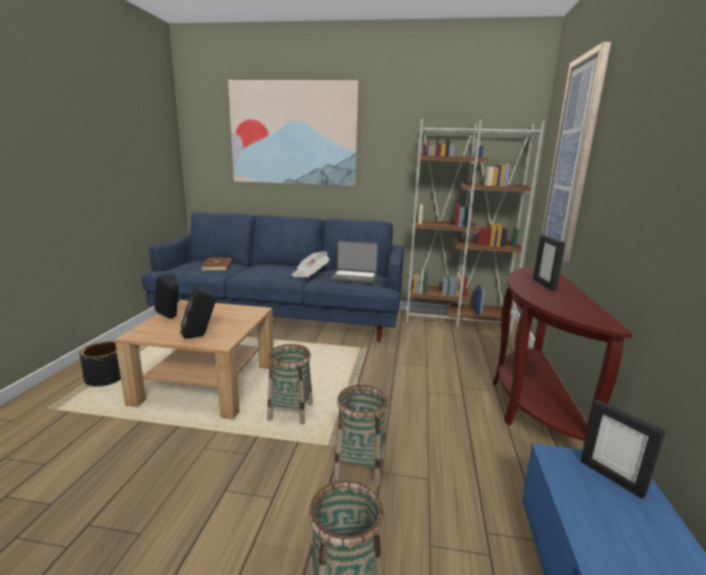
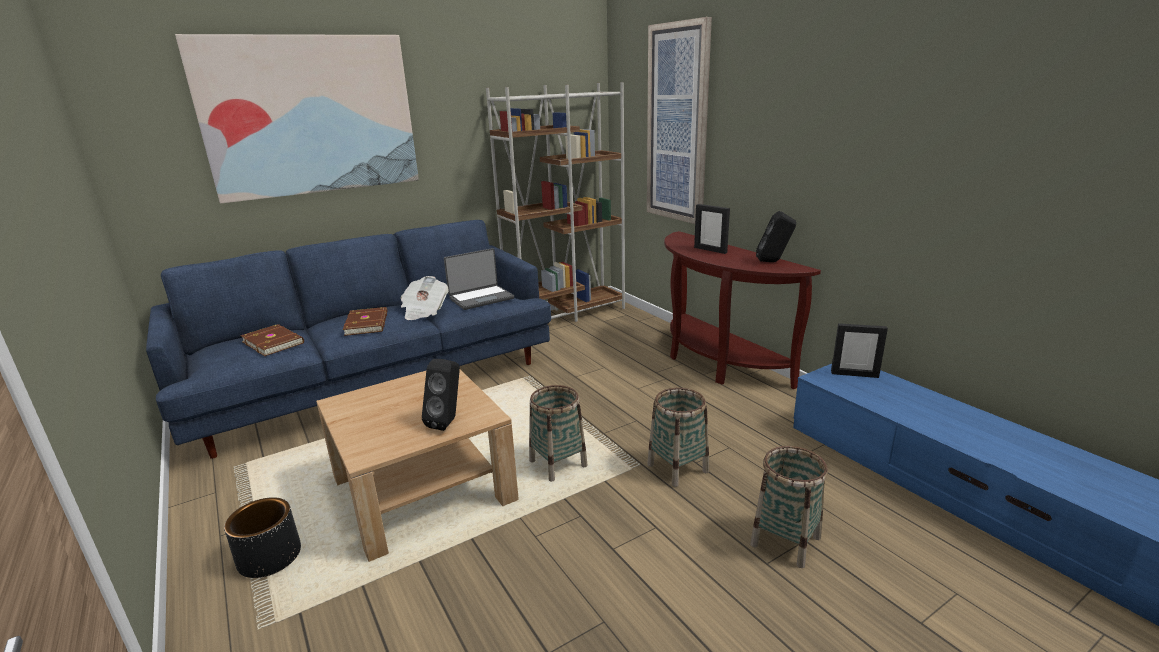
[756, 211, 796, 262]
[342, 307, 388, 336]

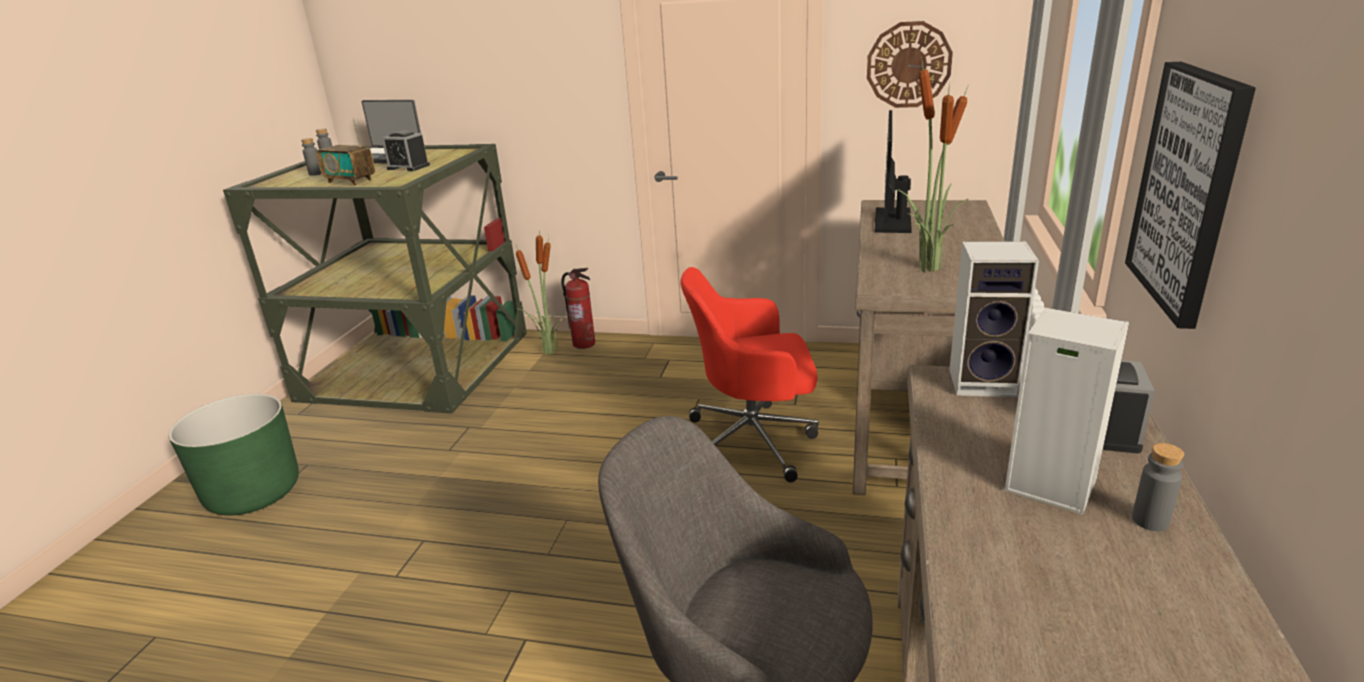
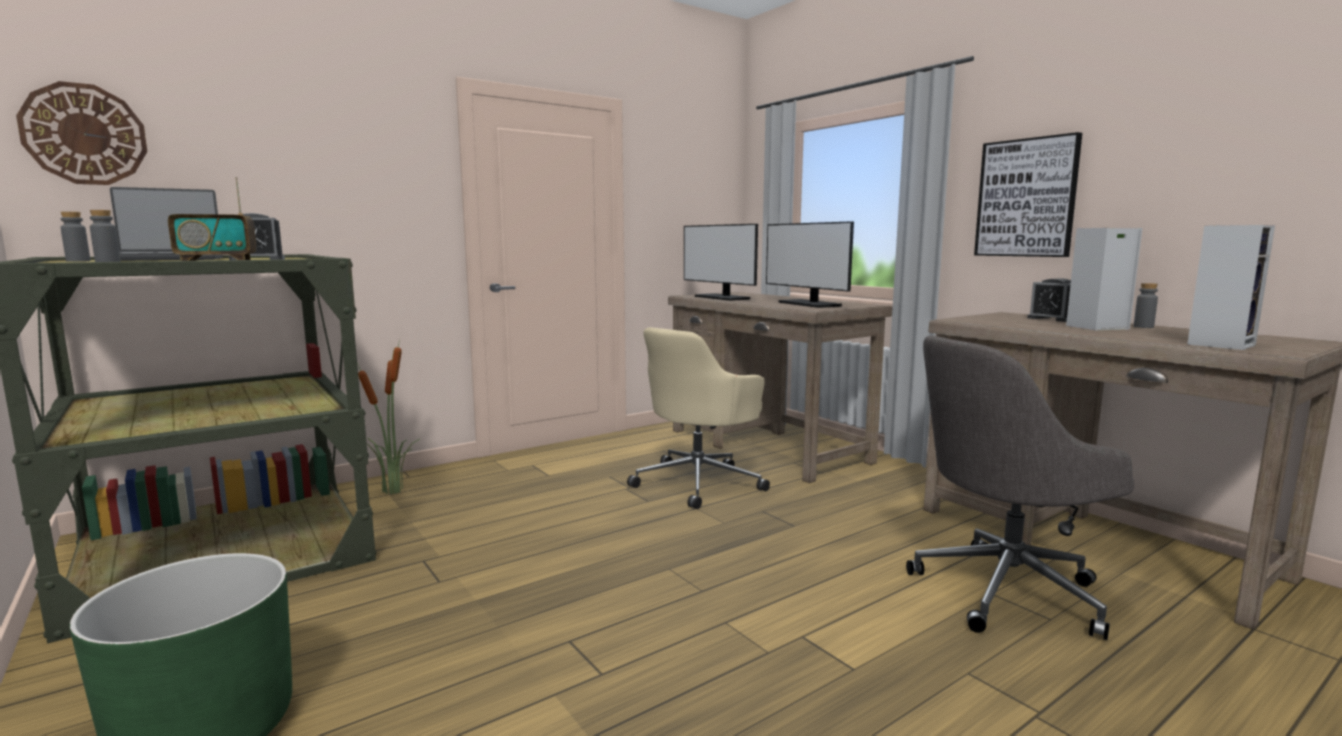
[16, 81, 147, 185]
[766, 221, 854, 308]
[1187, 225, 1275, 350]
[627, 327, 770, 509]
[561, 268, 595, 349] (first image)

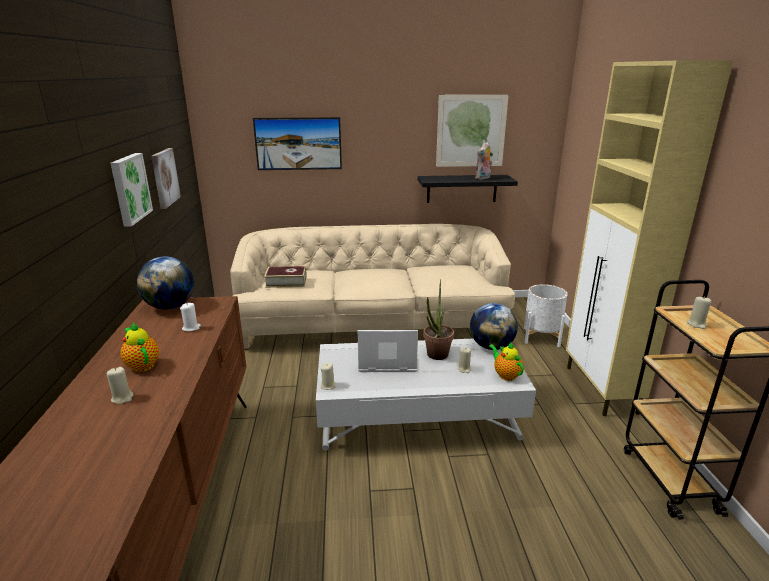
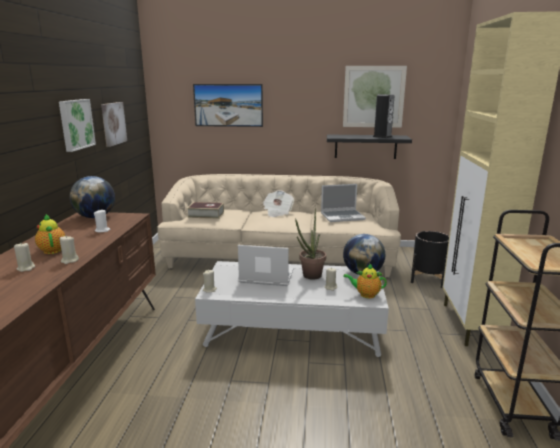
[373, 94, 394, 138]
[411, 231, 449, 288]
[60, 236, 79, 264]
[343, 263, 387, 298]
[321, 184, 366, 222]
[263, 190, 294, 217]

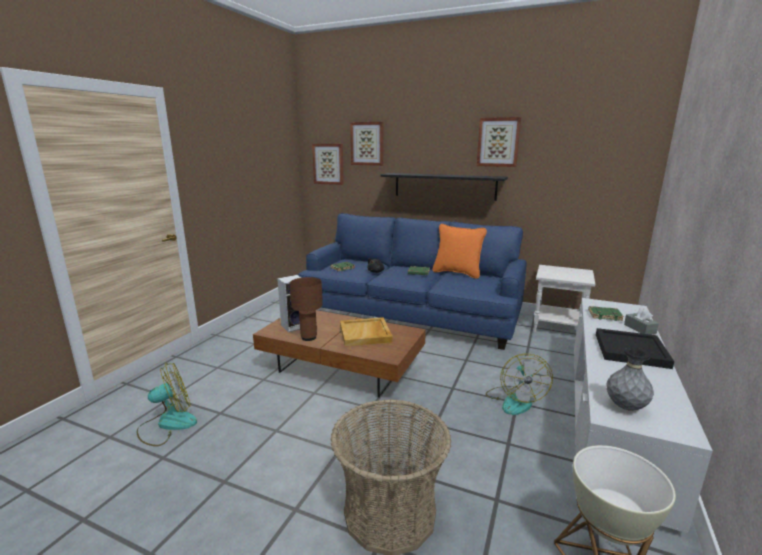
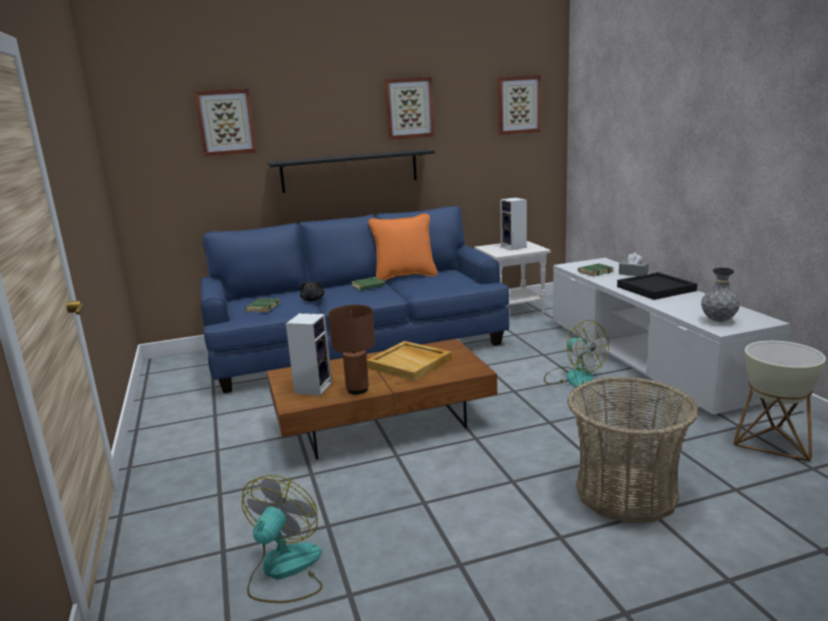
[497, 75, 541, 135]
[500, 197, 527, 250]

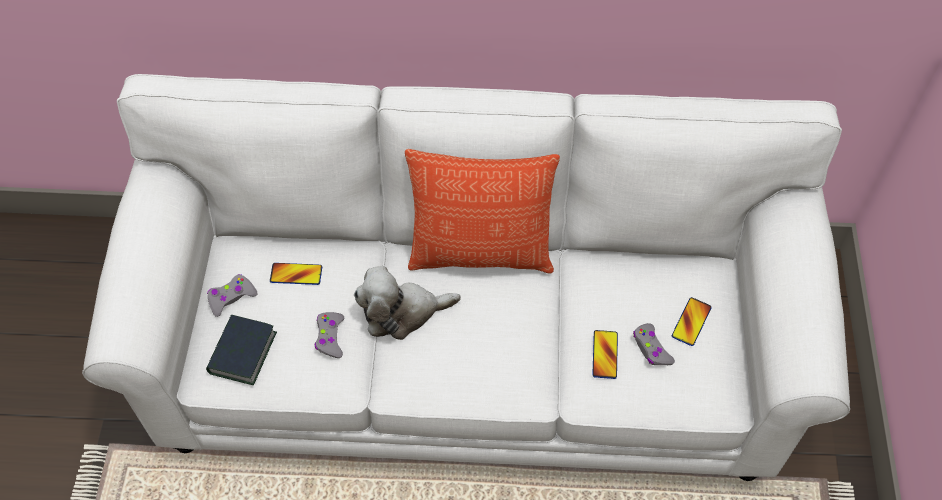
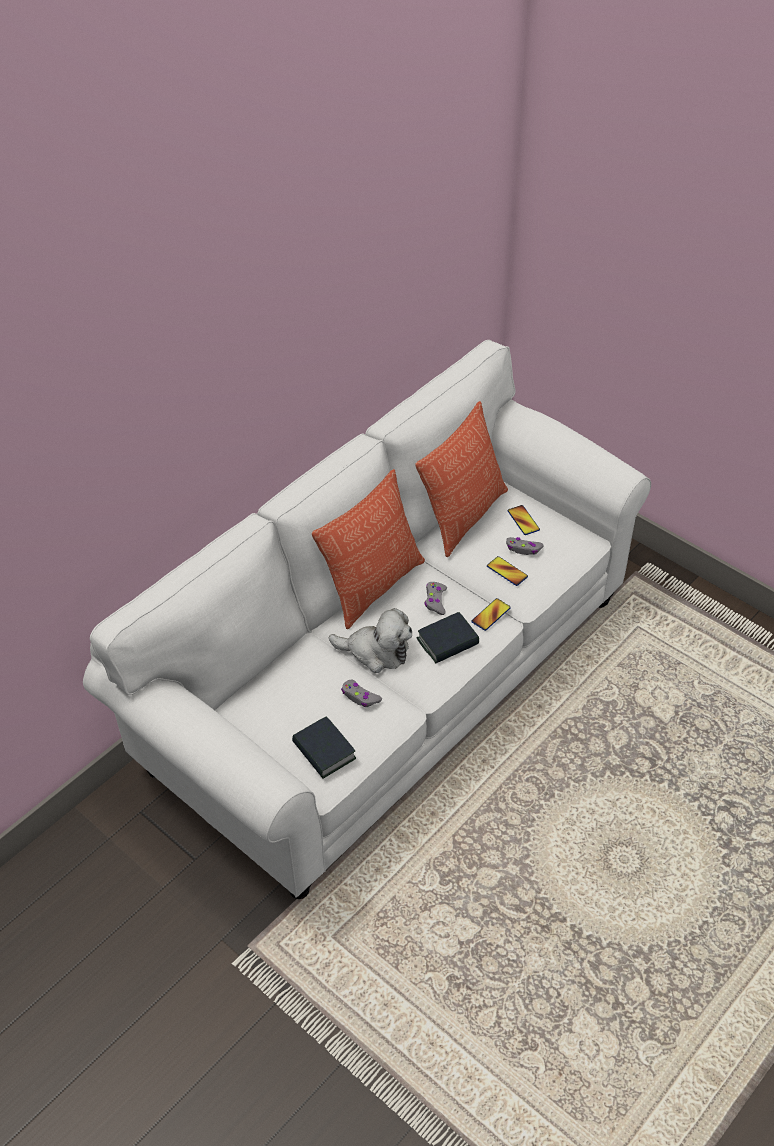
[471, 598, 511, 631]
[329, 608, 412, 673]
[424, 582, 447, 615]
[415, 401, 508, 557]
[417, 612, 479, 663]

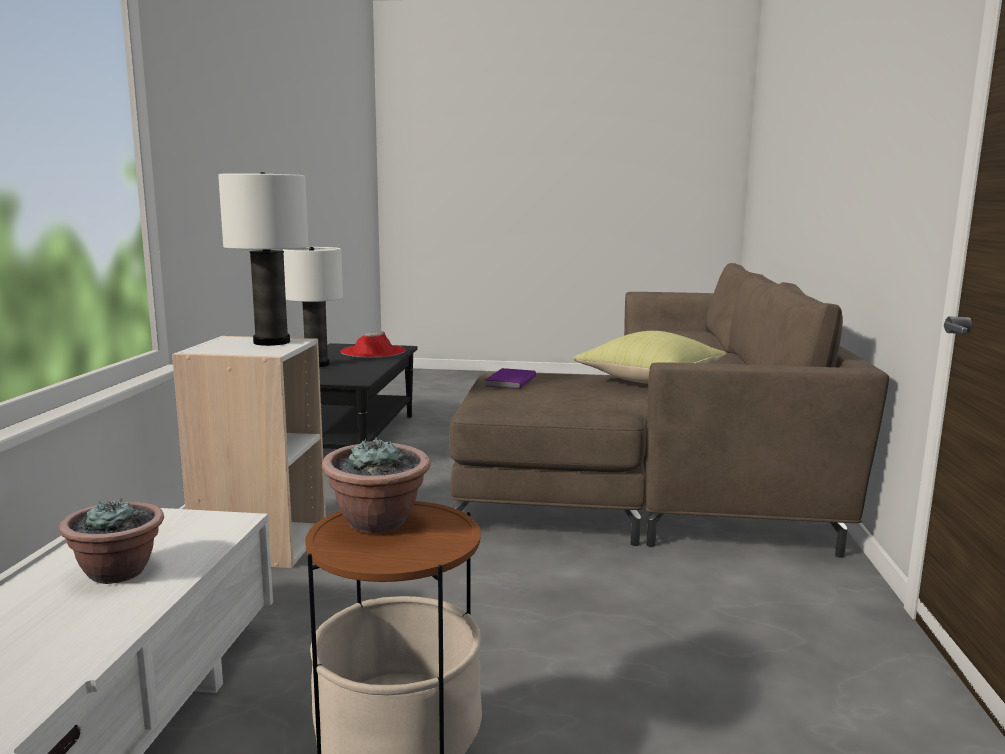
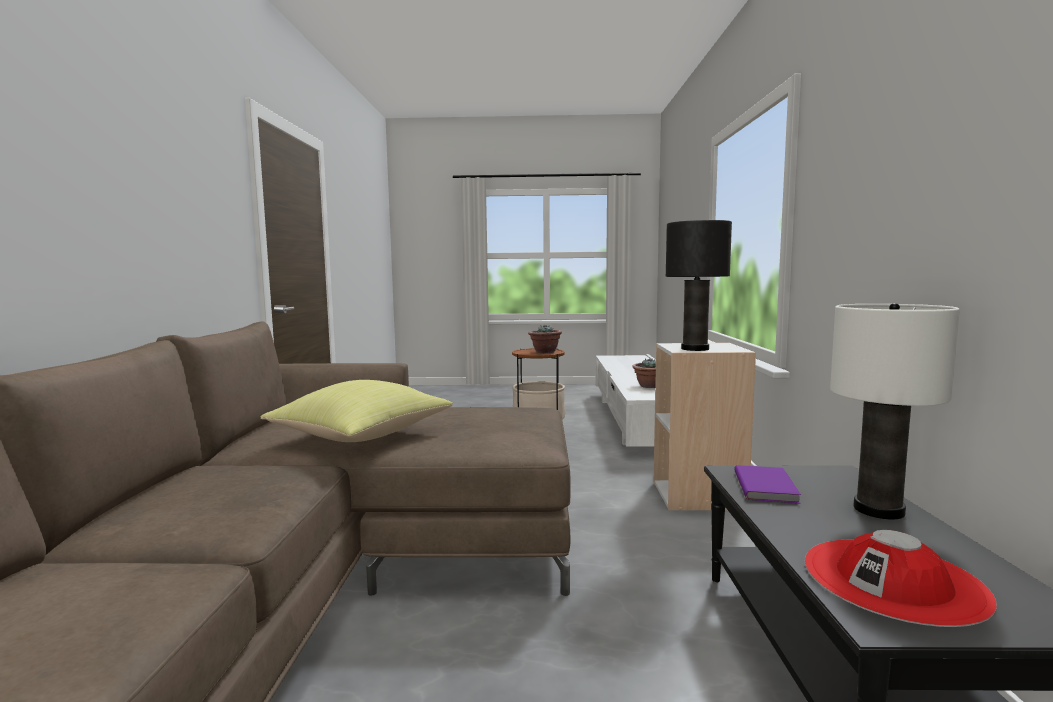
[666, 220, 732, 351]
[734, 465, 801, 503]

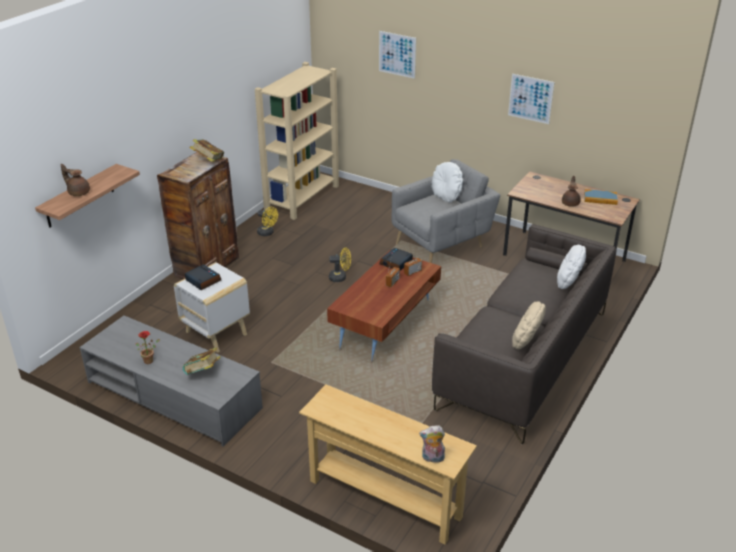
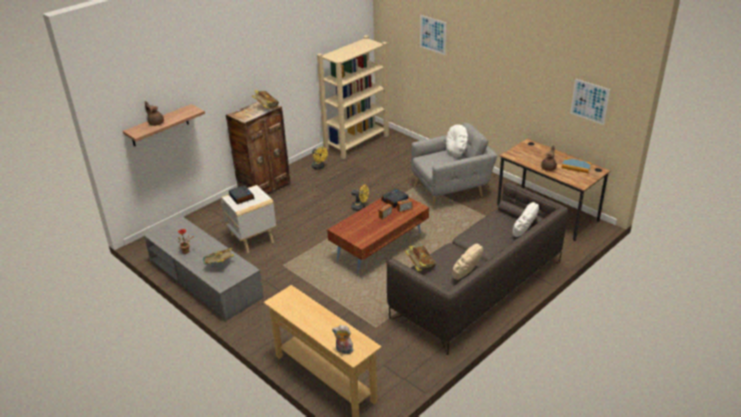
[570, 78, 610, 125]
[405, 245, 436, 272]

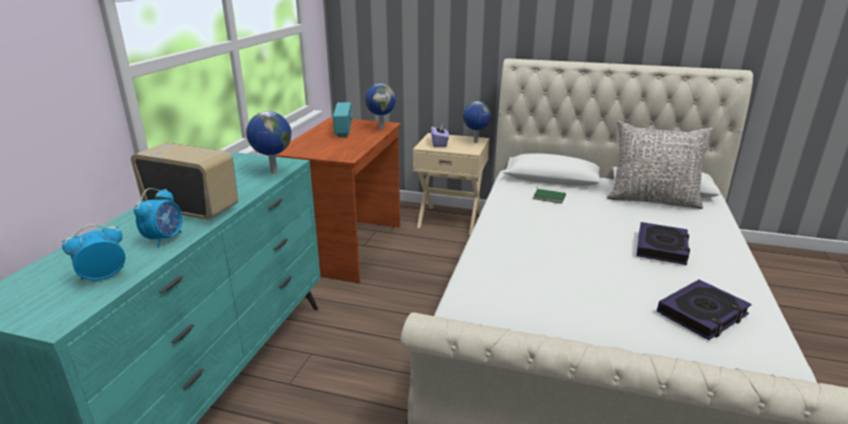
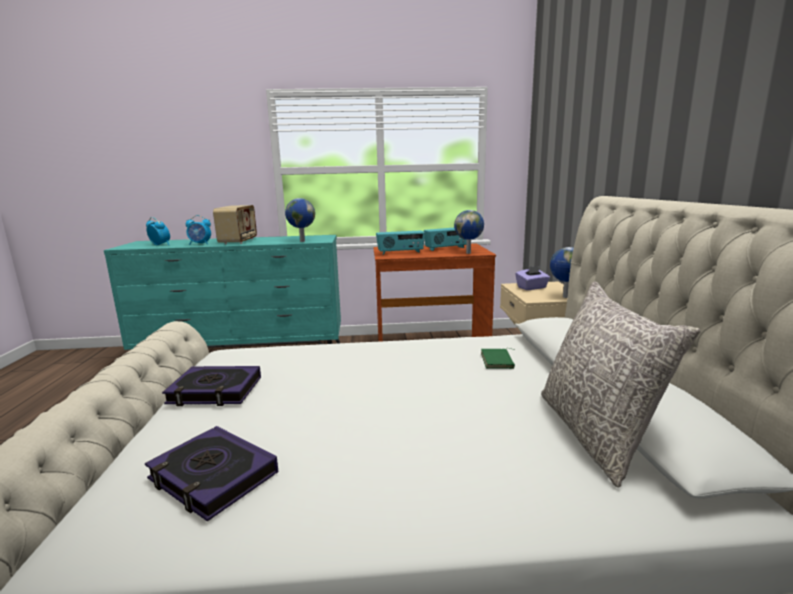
[162, 366, 261, 406]
[376, 230, 425, 255]

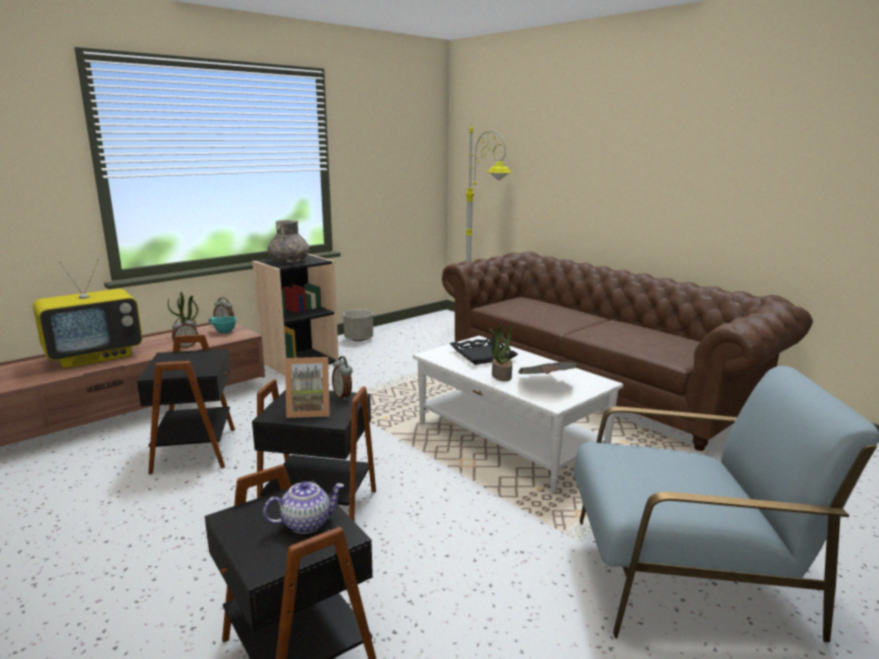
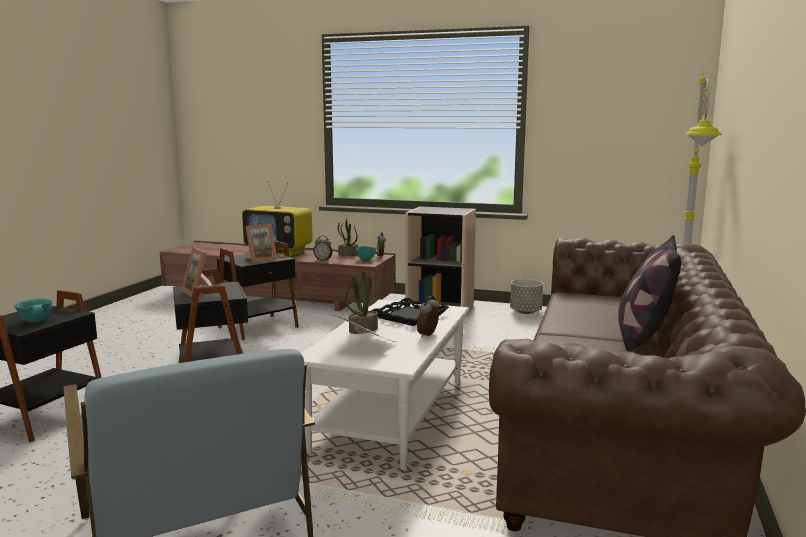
[267, 220, 309, 263] (first image)
[417, 296, 439, 337]
[14, 299, 52, 322]
[244, 224, 277, 263]
[618, 235, 681, 352]

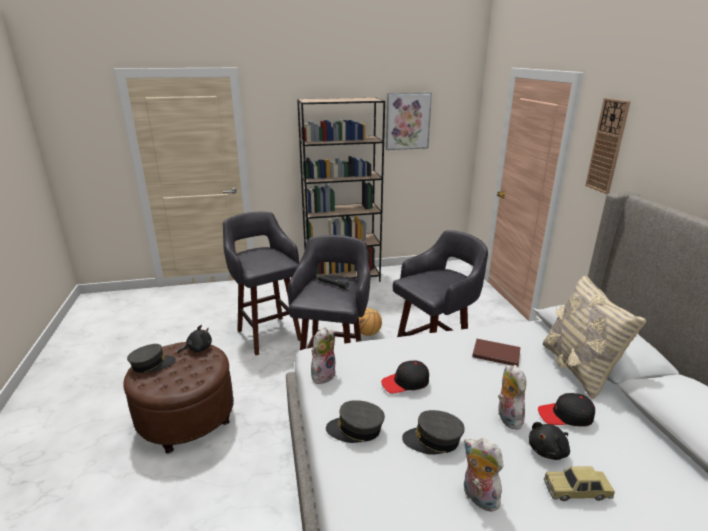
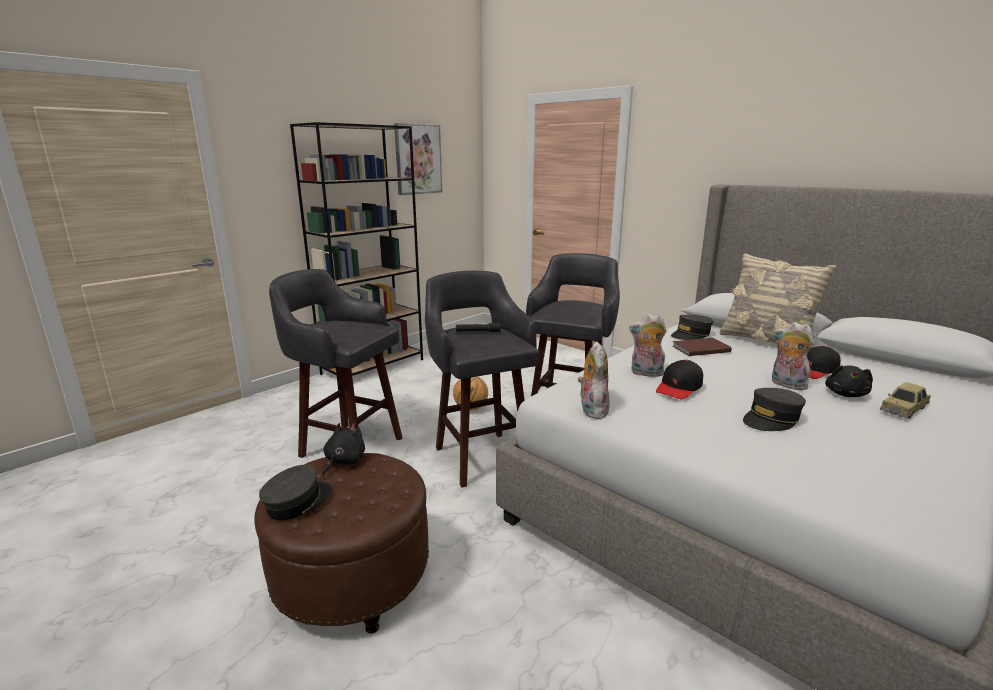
[585, 98, 631, 194] (first image)
[671, 315, 714, 340]
[629, 314, 666, 377]

